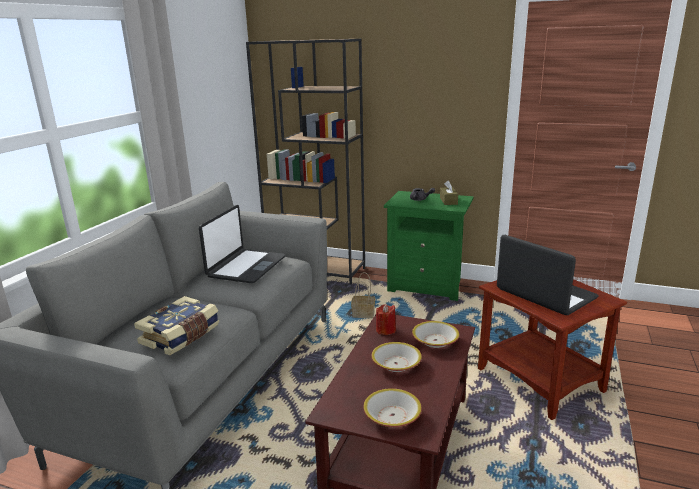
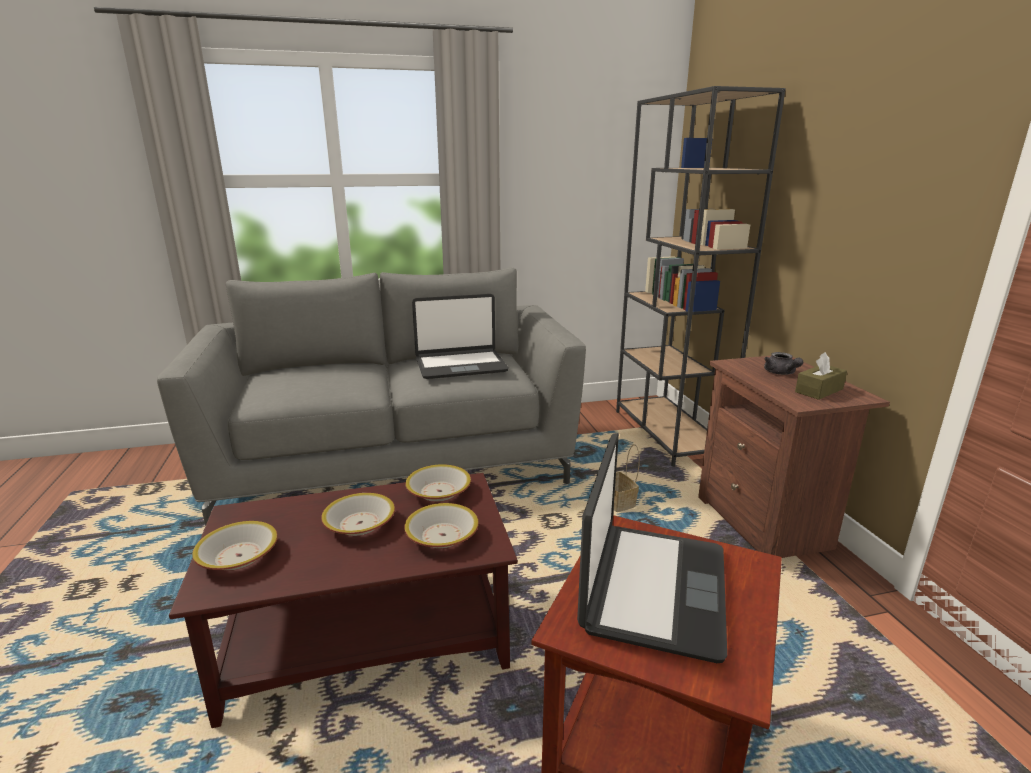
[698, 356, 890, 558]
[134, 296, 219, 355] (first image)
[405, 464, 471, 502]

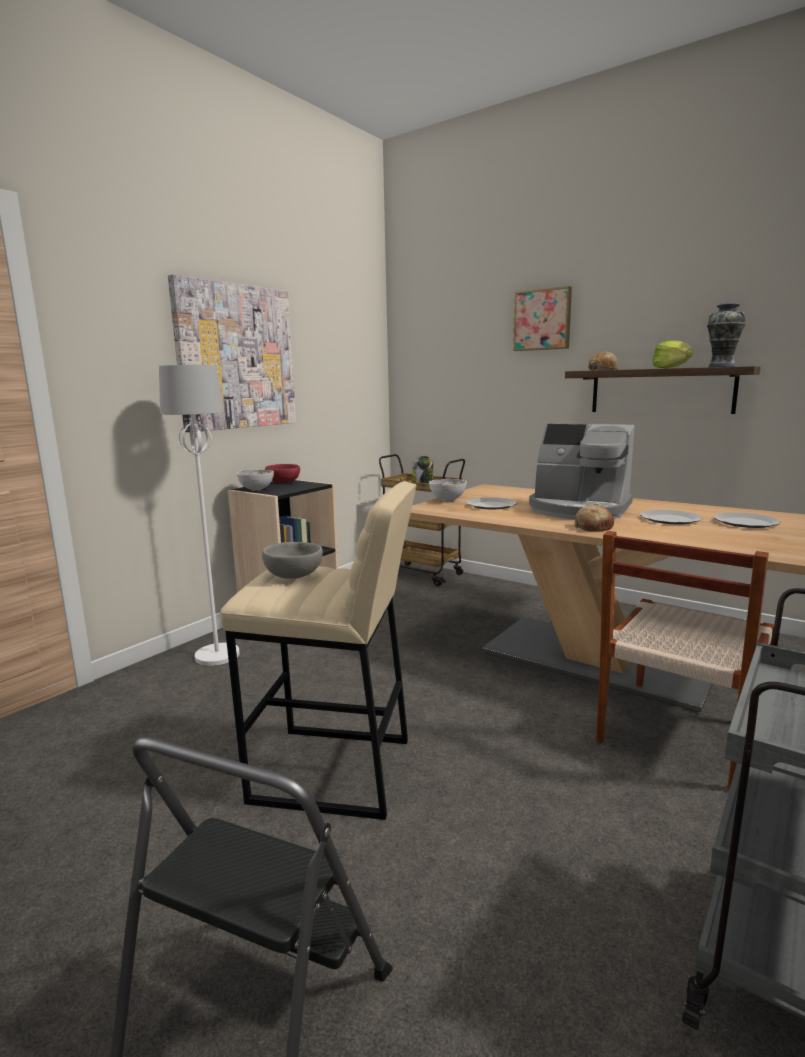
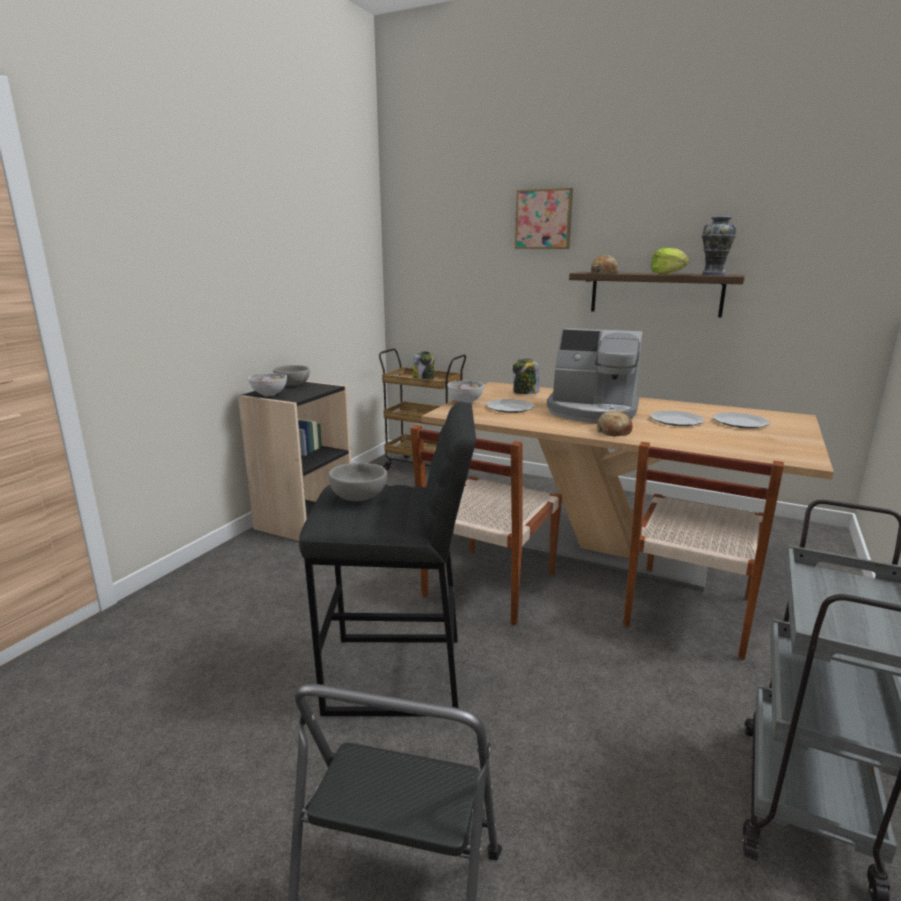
[168, 274, 296, 432] (first image)
[159, 365, 240, 666] (first image)
[273, 365, 310, 386]
[299, 401, 476, 716]
[513, 359, 539, 394]
[410, 425, 562, 625]

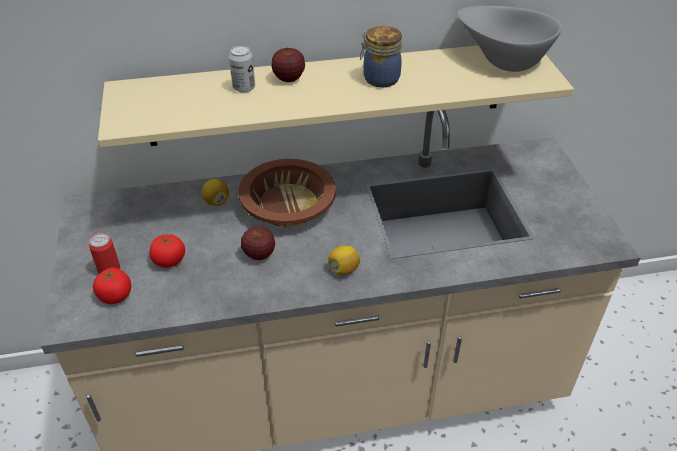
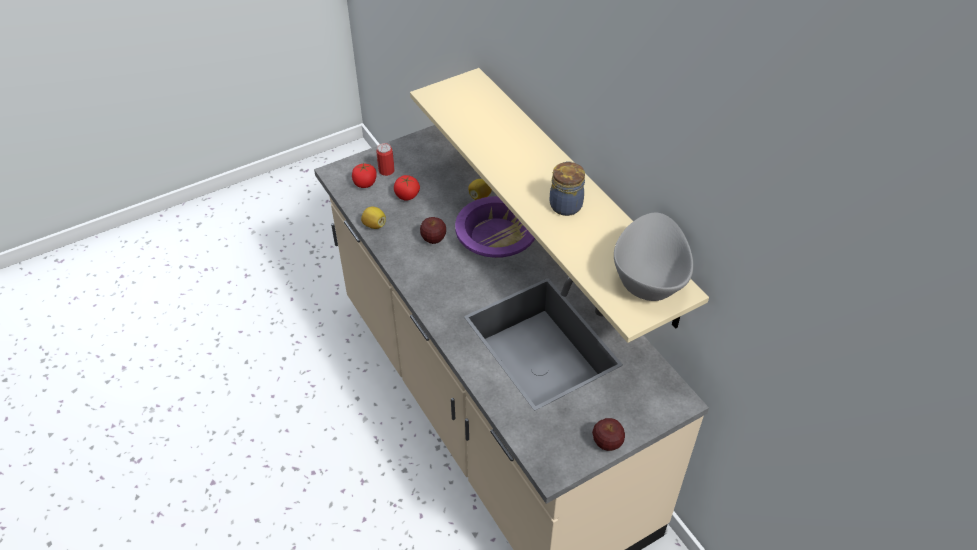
[229, 46, 255, 93] (first image)
[592, 418, 625, 451]
[455, 196, 535, 258]
[361, 206, 386, 229]

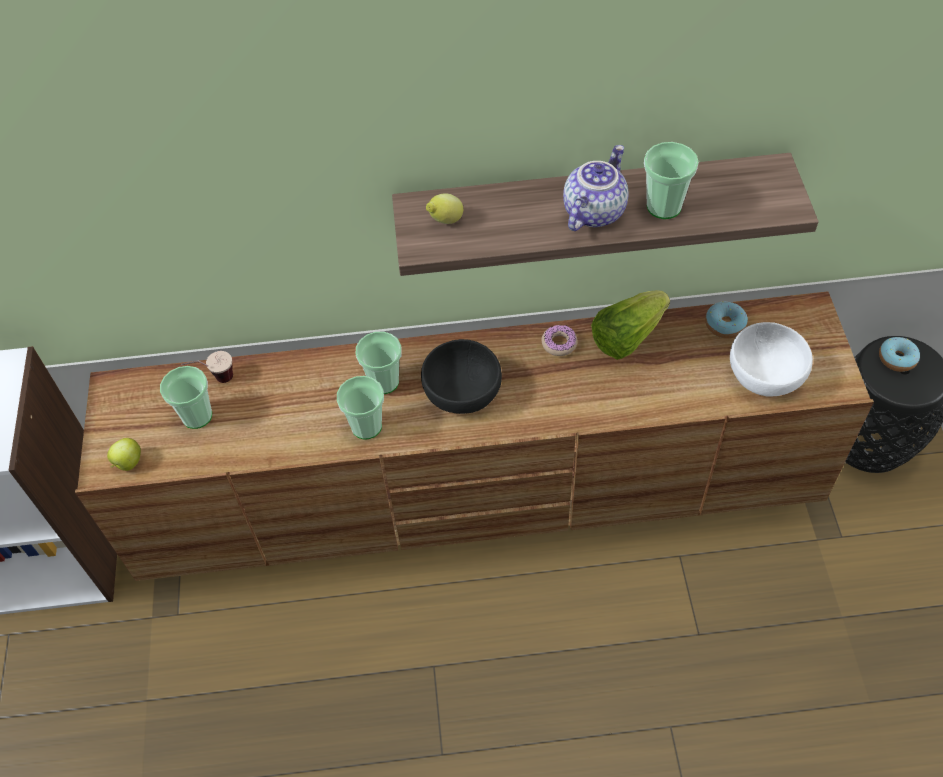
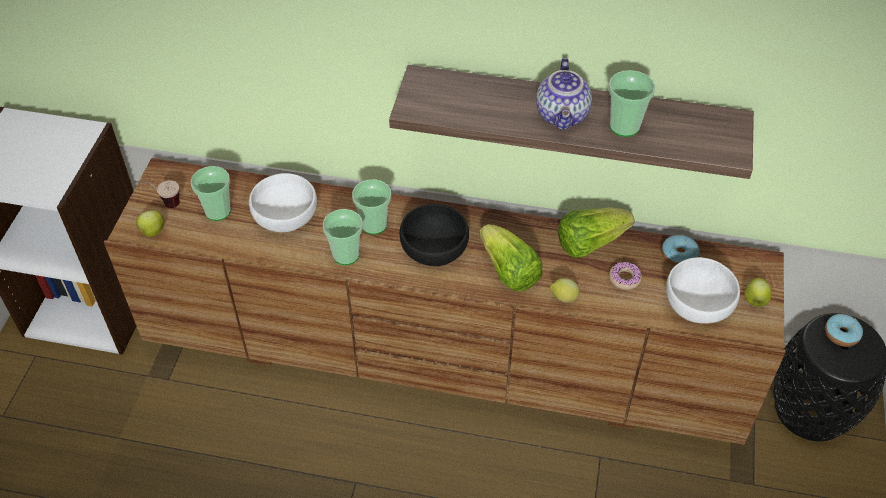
[536, 58, 592, 130]
[550, 278, 579, 302]
[609, 262, 642, 290]
[135, 180, 180, 208]
[249, 173, 317, 232]
[479, 224, 542, 291]
[744, 278, 772, 307]

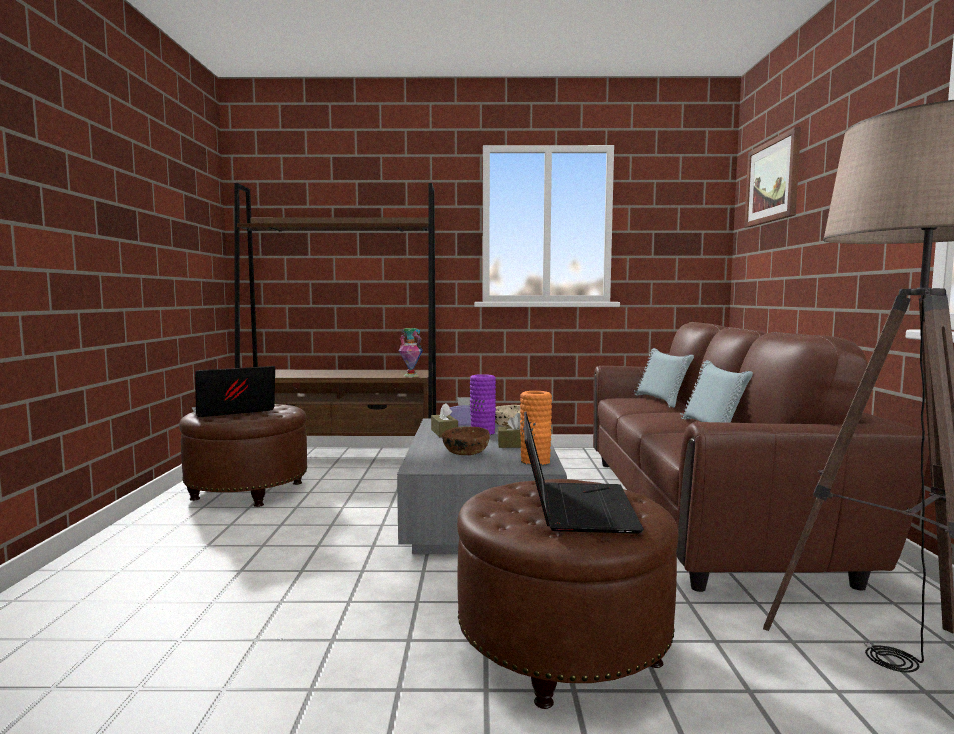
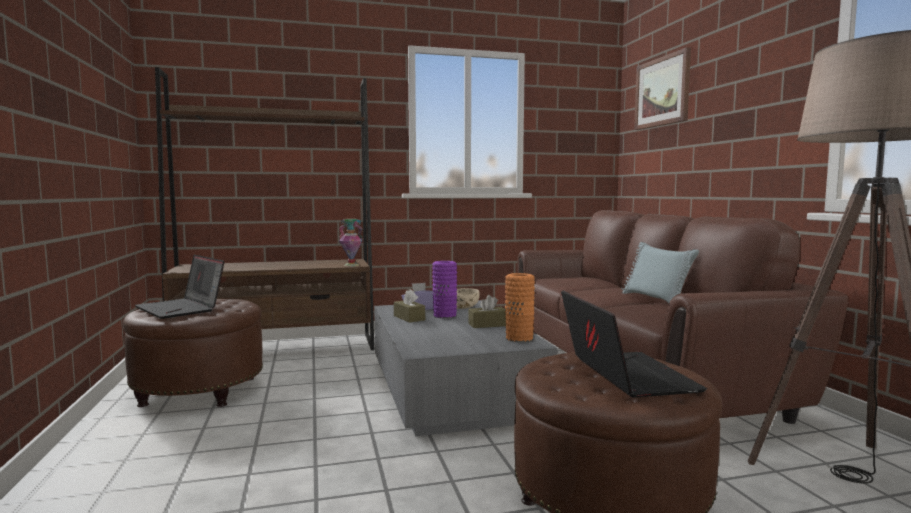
[634, 348, 694, 408] (first image)
[135, 255, 224, 319]
[442, 427, 490, 455] (first image)

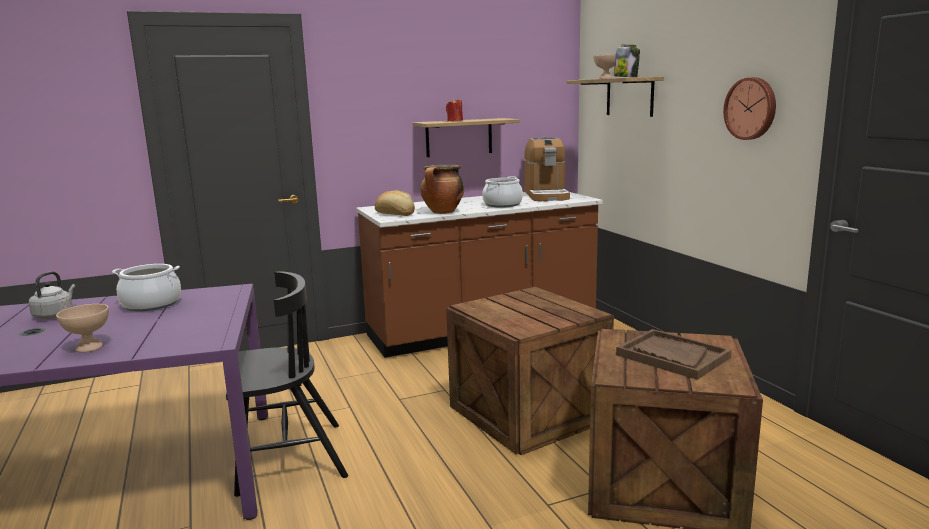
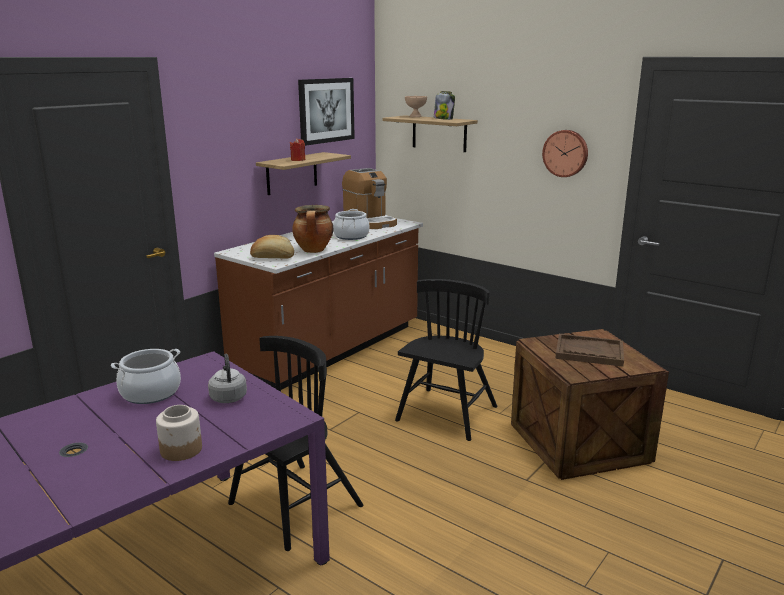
[208, 354, 247, 403]
[395, 279, 498, 441]
[156, 405, 202, 461]
[298, 78, 355, 146]

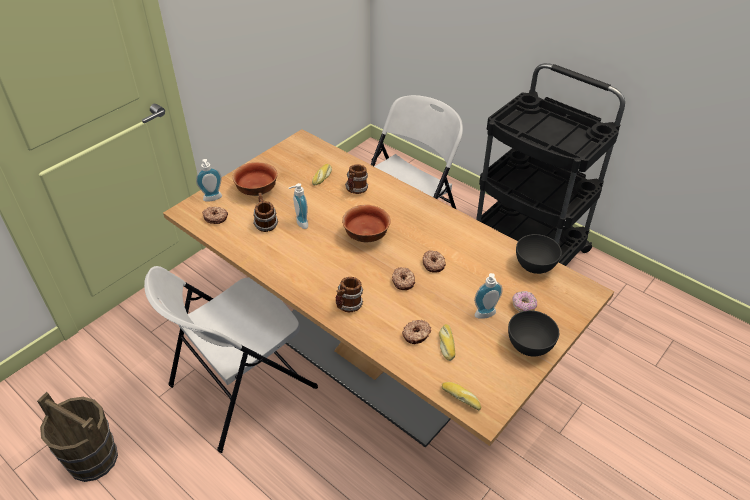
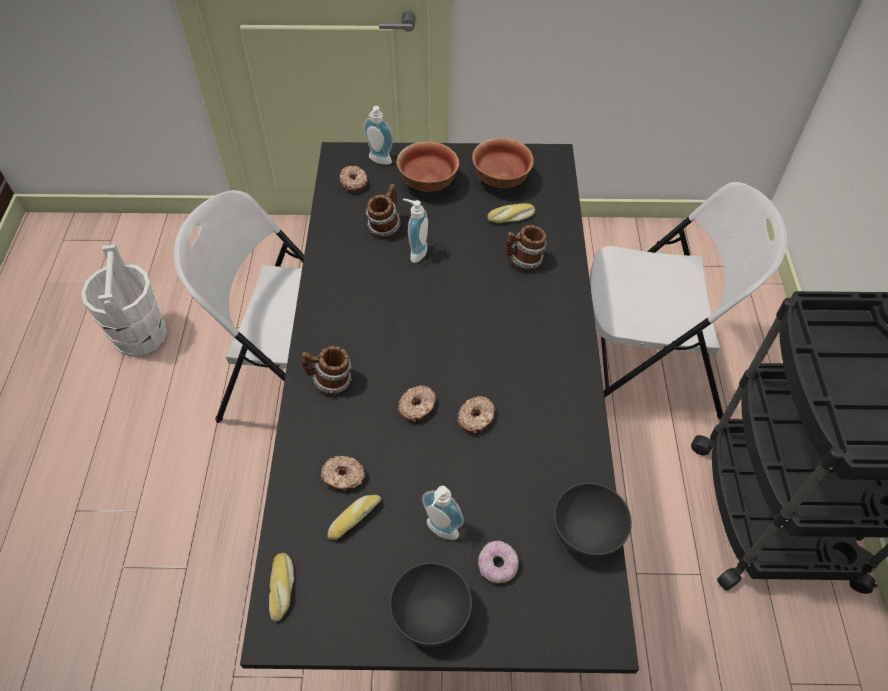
[240, 142, 639, 674]
[472, 138, 534, 188]
[81, 244, 167, 357]

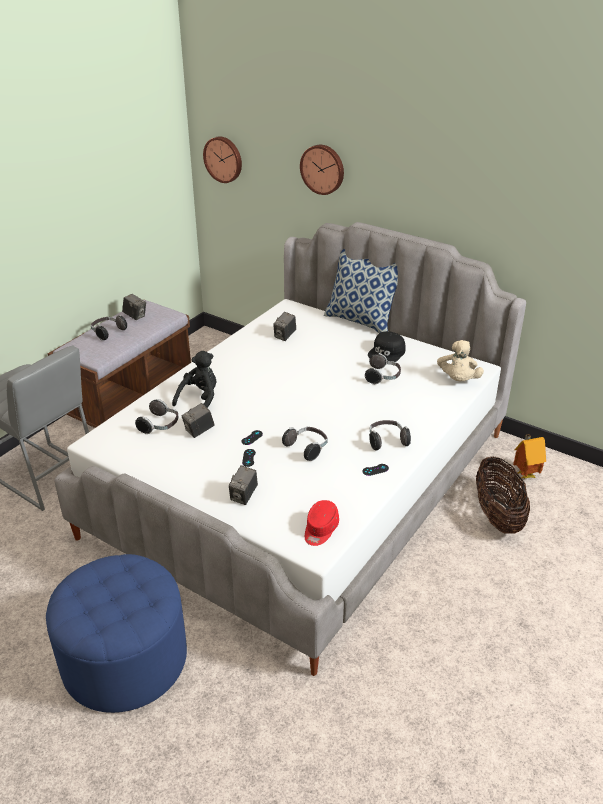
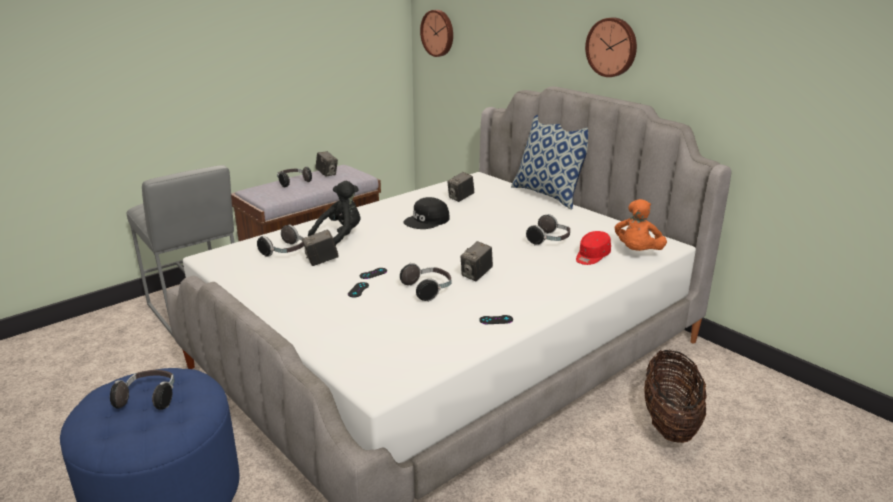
[585, 17, 637, 77]
[403, 197, 450, 229]
[615, 199, 667, 251]
[110, 370, 174, 410]
[513, 434, 546, 479] (first image)
[461, 241, 493, 281]
[576, 231, 611, 265]

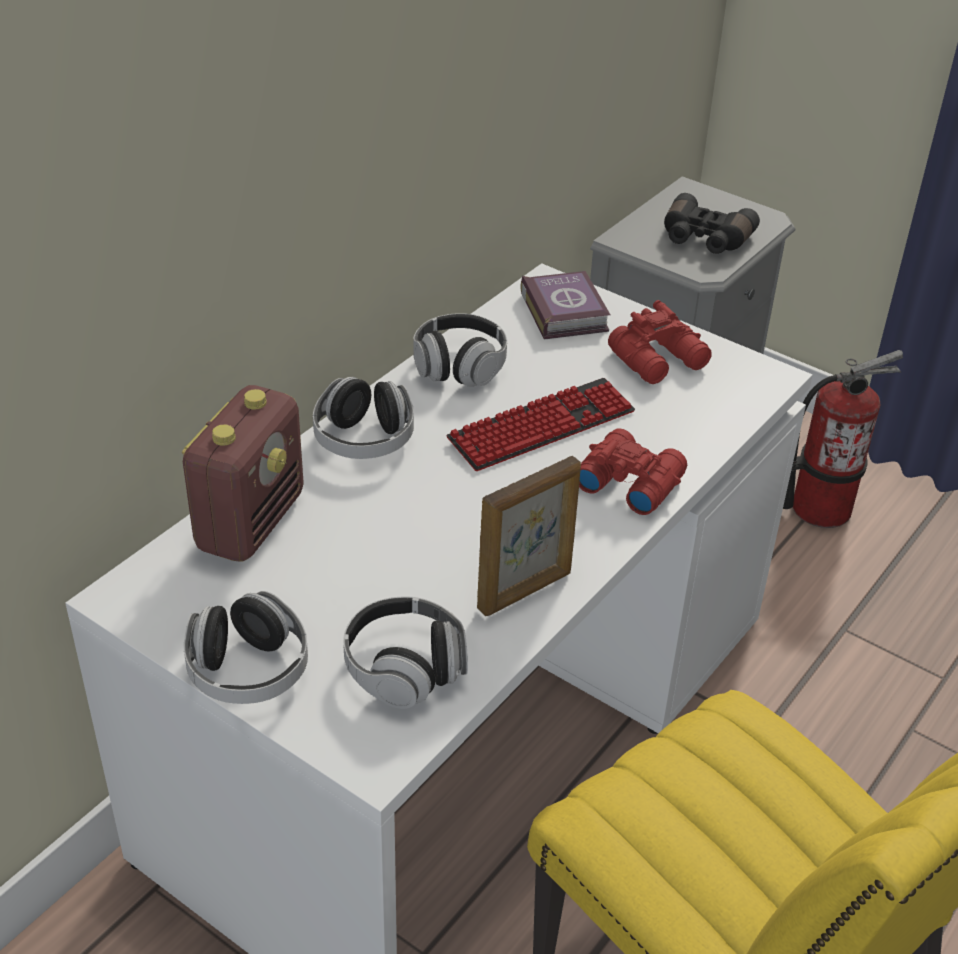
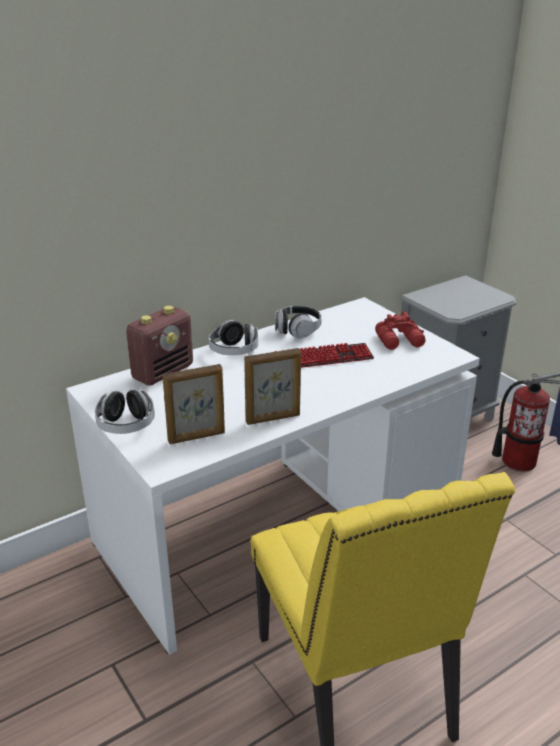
[664, 193, 760, 254] (first image)
[520, 271, 610, 340] (first image)
[579, 429, 687, 515] (first image)
[162, 364, 225, 444]

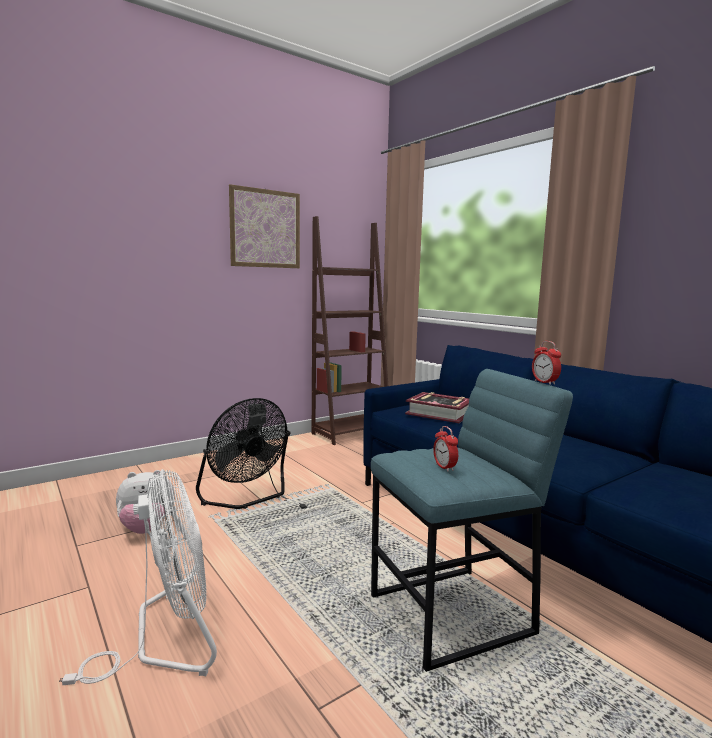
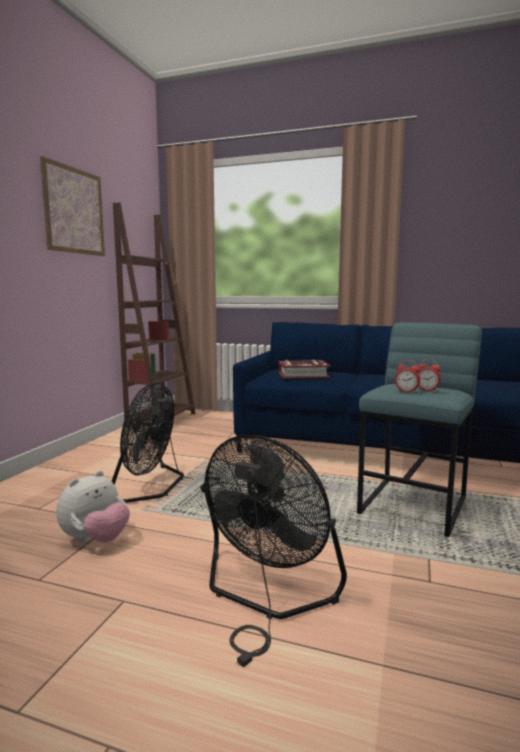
[395, 360, 420, 393]
[200, 435, 347, 667]

